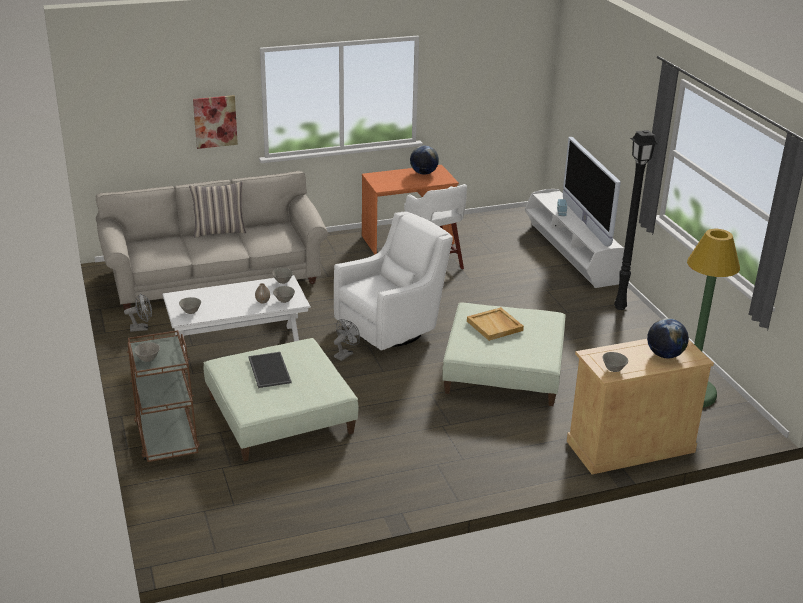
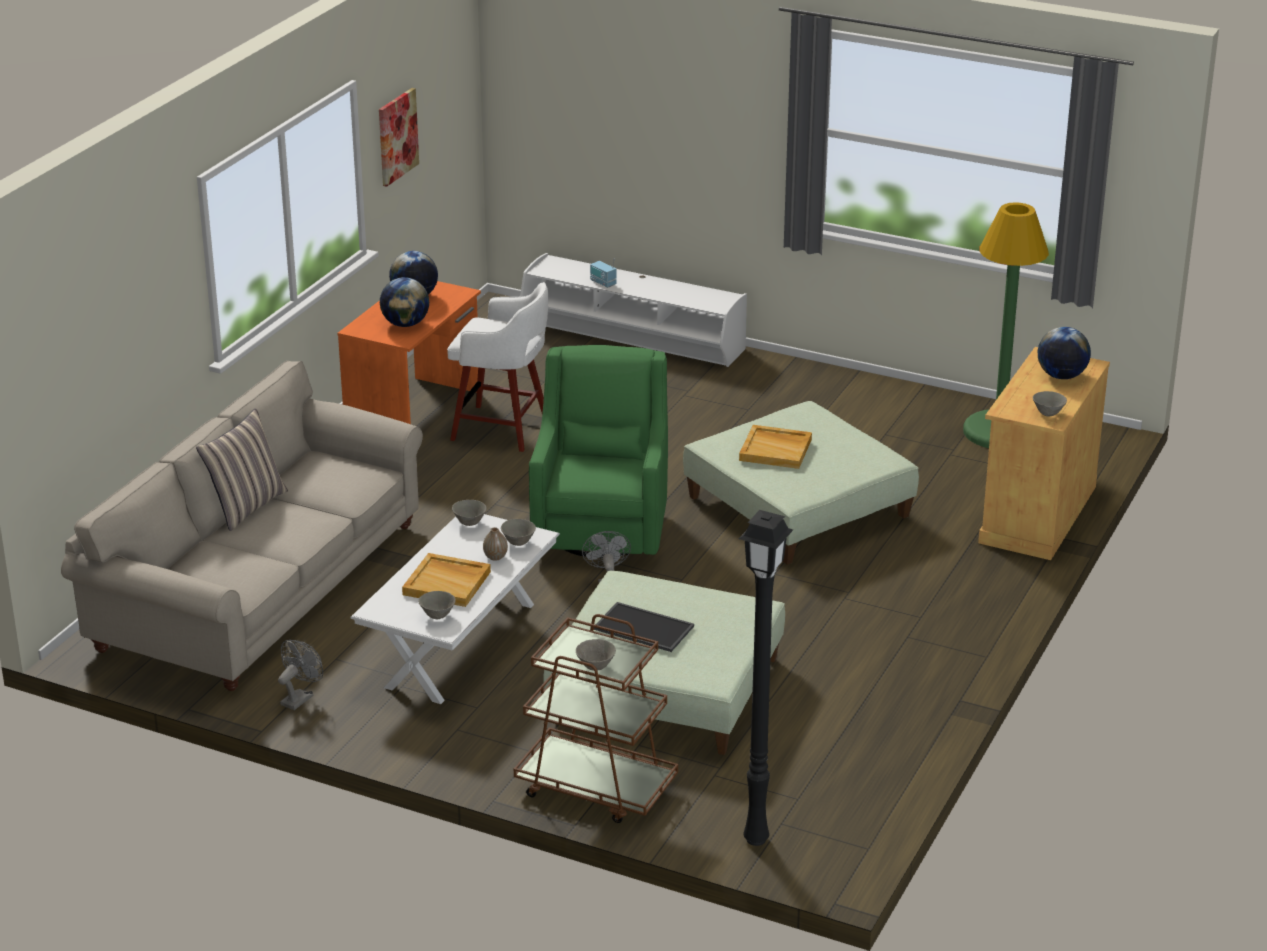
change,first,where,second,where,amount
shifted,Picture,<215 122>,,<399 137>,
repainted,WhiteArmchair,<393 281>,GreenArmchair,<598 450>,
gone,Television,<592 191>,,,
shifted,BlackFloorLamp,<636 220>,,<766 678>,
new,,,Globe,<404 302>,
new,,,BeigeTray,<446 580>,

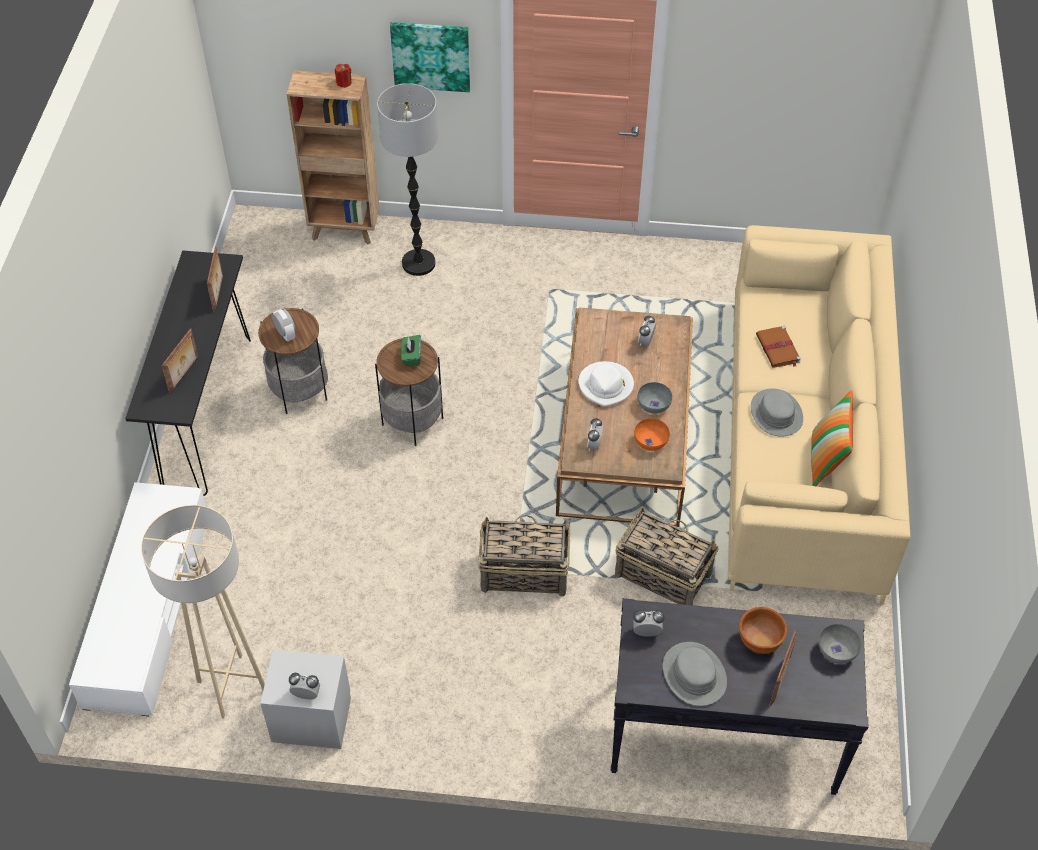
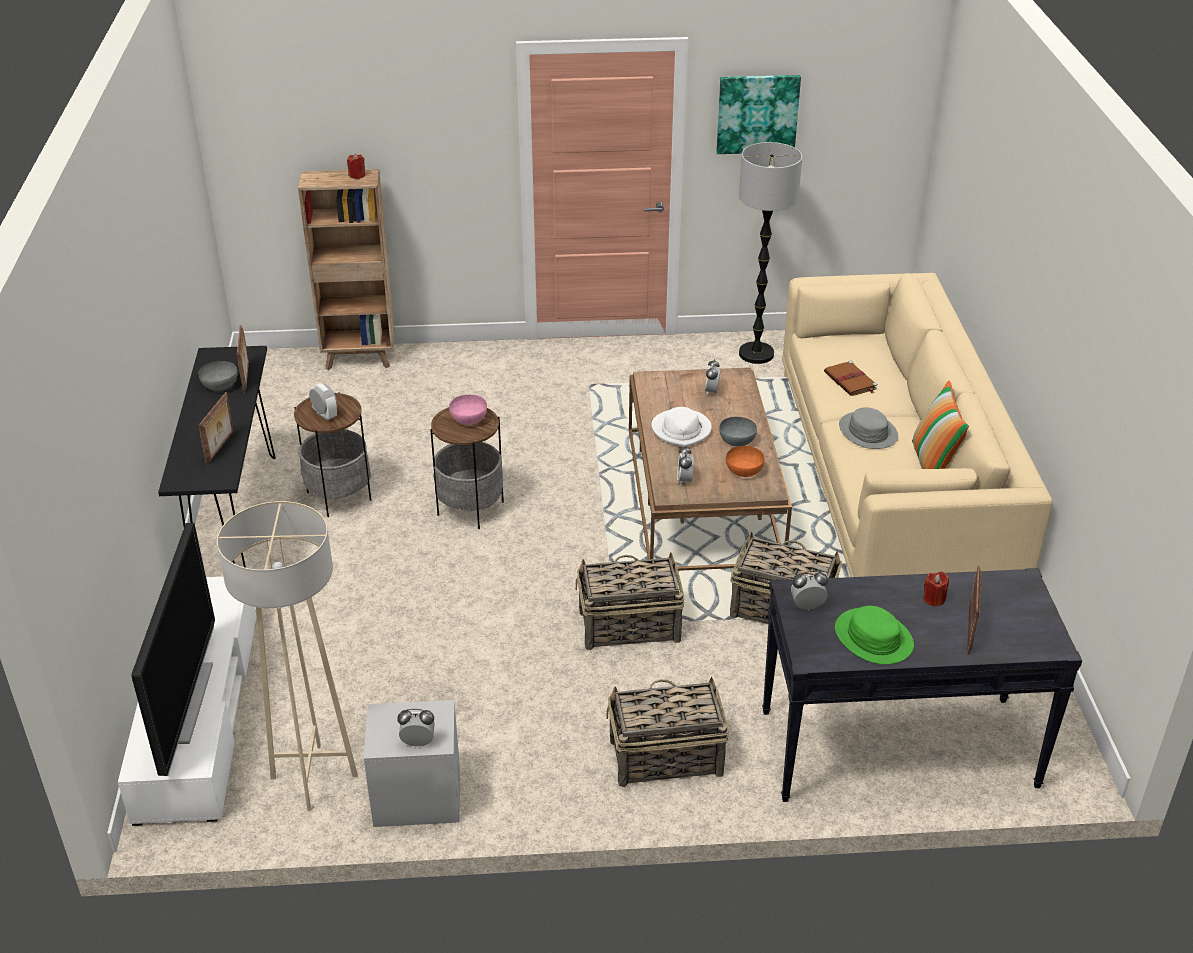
change,first,where,second,where,amount
shifted,FloorLamp,<407 179>,,<770 253>,
shifted,Picture,<430 57>,,<758 114>,
swapped,GreenTissueBox,<411 350>,PinkBowl,<468 410>,
repainted,GreyHat,<695 674>,GreenHat,<874 635>,
swapped,BrownBowl,<763 630>,RedCandle,<936 589>,
shifted,GreyBowl,<840 644>,,<218 376>,
new,,,Television,<173 649>,
new,,,Basket,<667 732>,

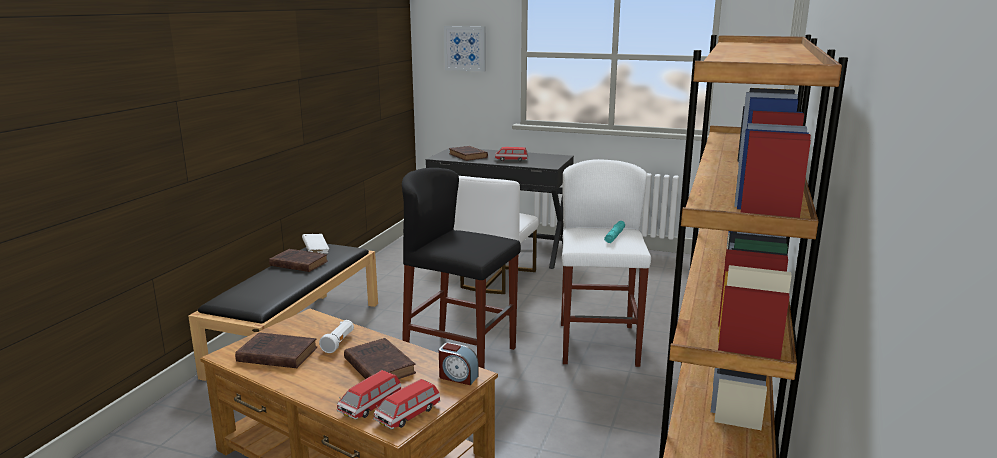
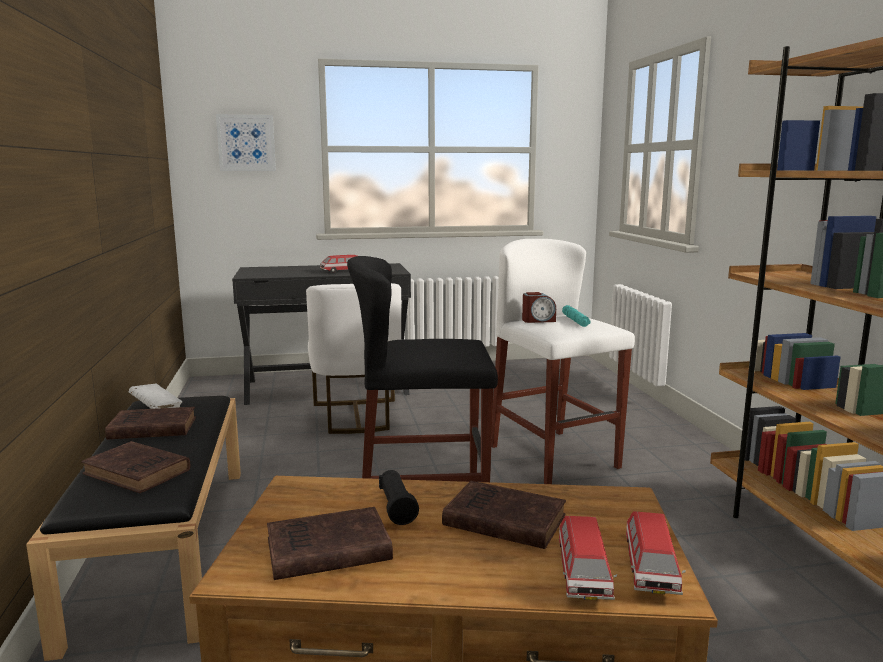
change,first,where,second,where,amount
repainted,WhiteFlashlight,<336 336>,BlackFlashlight,<399 497>,
shifted,AlarmClock,<459 364>,,<539 307>,
shifted,BrownBook,<468 153>,,<136 467>,

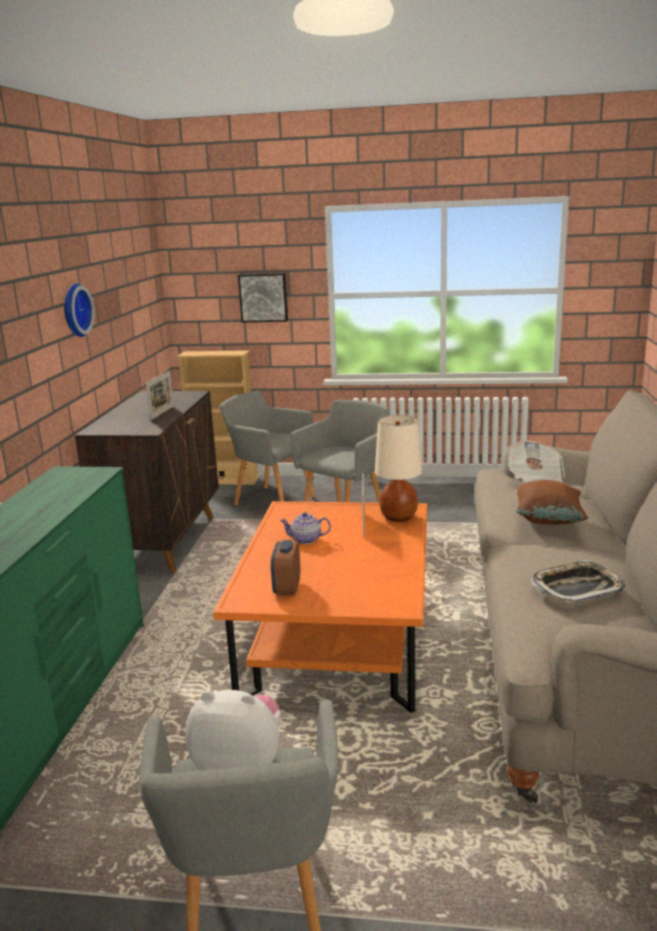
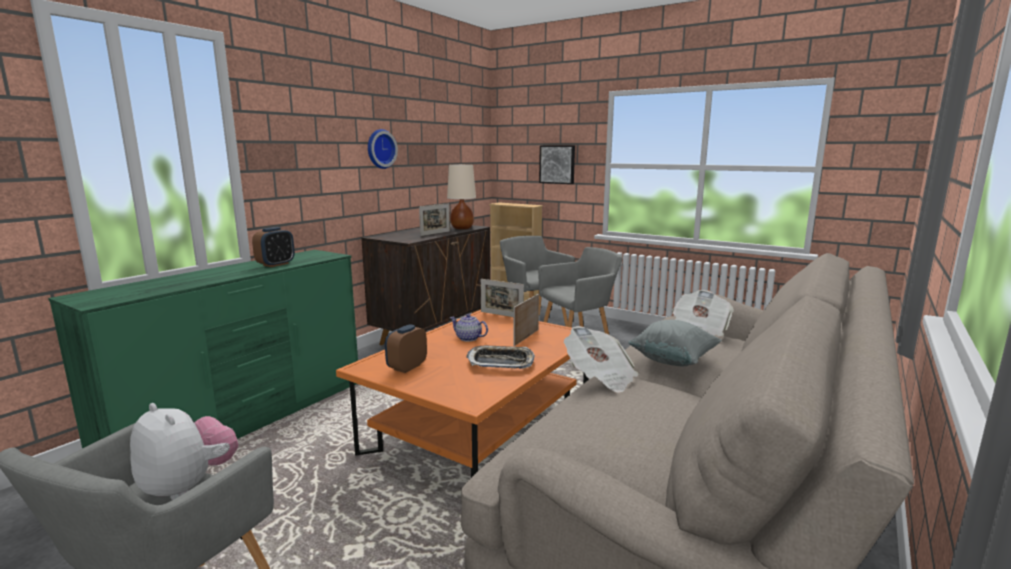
change,first,where,second,where,amount
shifted,BeigeTableLamp,<398 468>,,<461 196>,
repainted,BrownPillow,<552 502>,GreyPillow,<675 343>,
shifted,Tray,<578 581>,,<500 357>,
new,,,AlarmClock,<273 247>,
new,,,PictureFrame,<502 298>,
new,,,Newspaper,<601 359>,

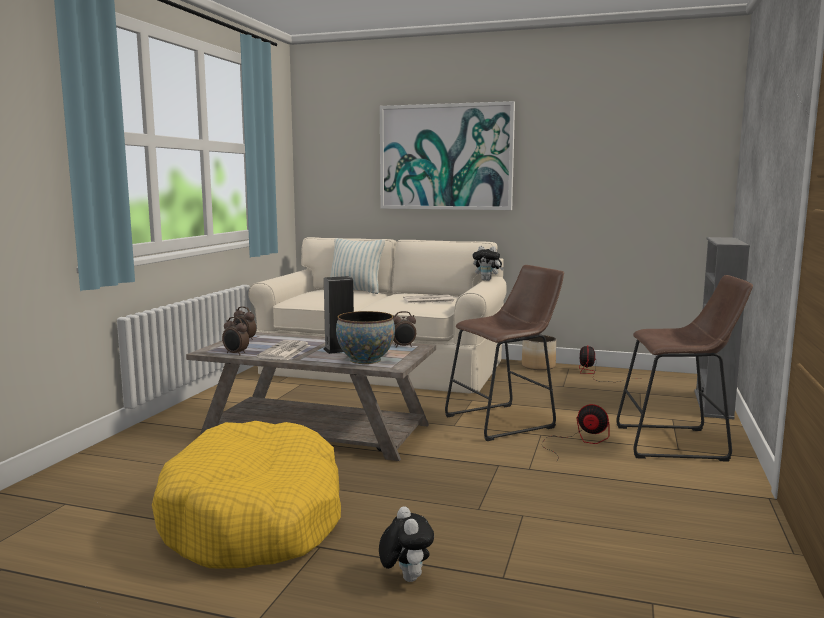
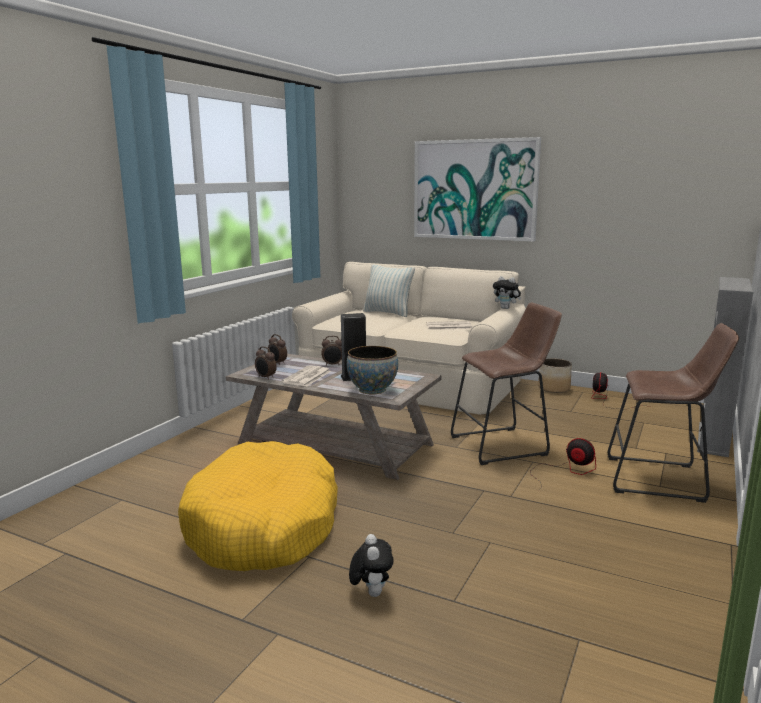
change,first,where,second,where,amount
shifted,AlarmClock,<404 329>,,<331 351>,

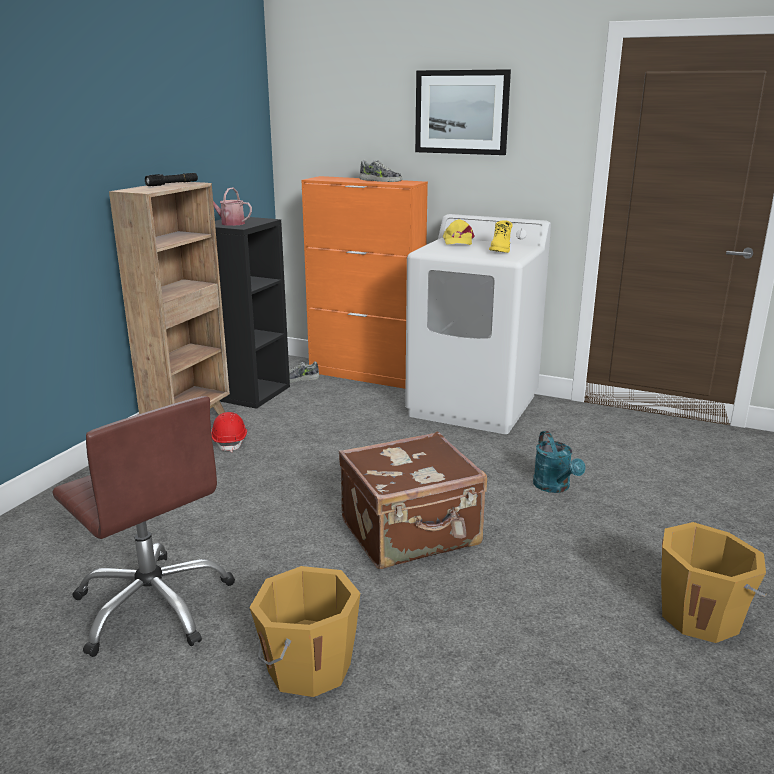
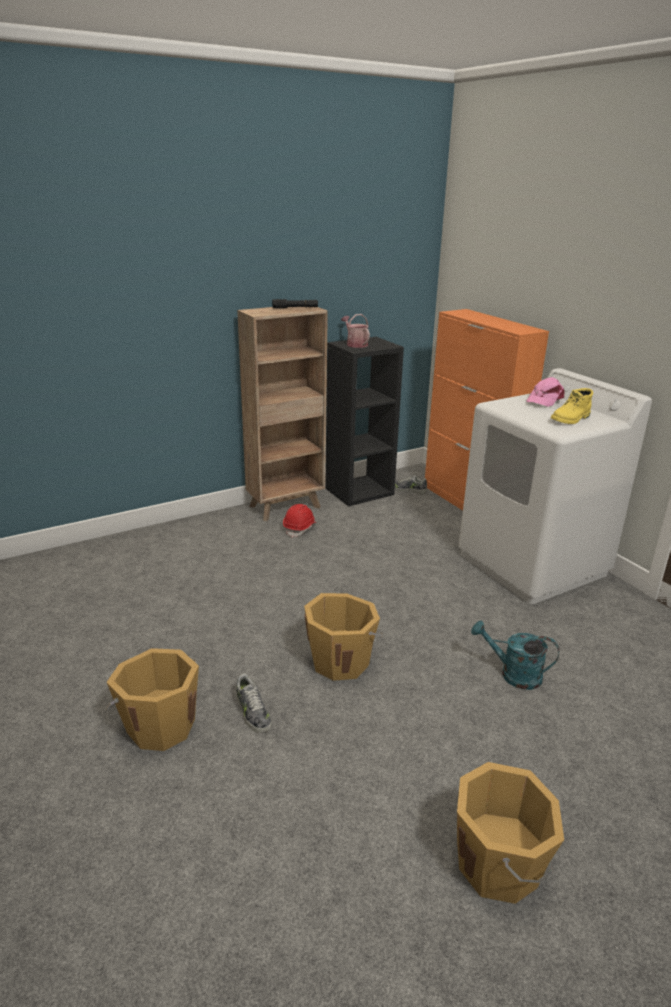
change,first,where,second,where,amount
gone,BrownOfficeChair,<143 526>,,,
swapped,BrownSuitcase,<413 500>,OrangeBucket,<343 637>,
shifted,Shoe,<380 171>,,<254 703>,
gone,Picture,<463 112>,,,
repainted,YellowCap,<459 232>,PinkCap,<545 392>,
rotated,TurquoiseWateringCan,<559 462>,,<515 655>,90 degrees clockwise

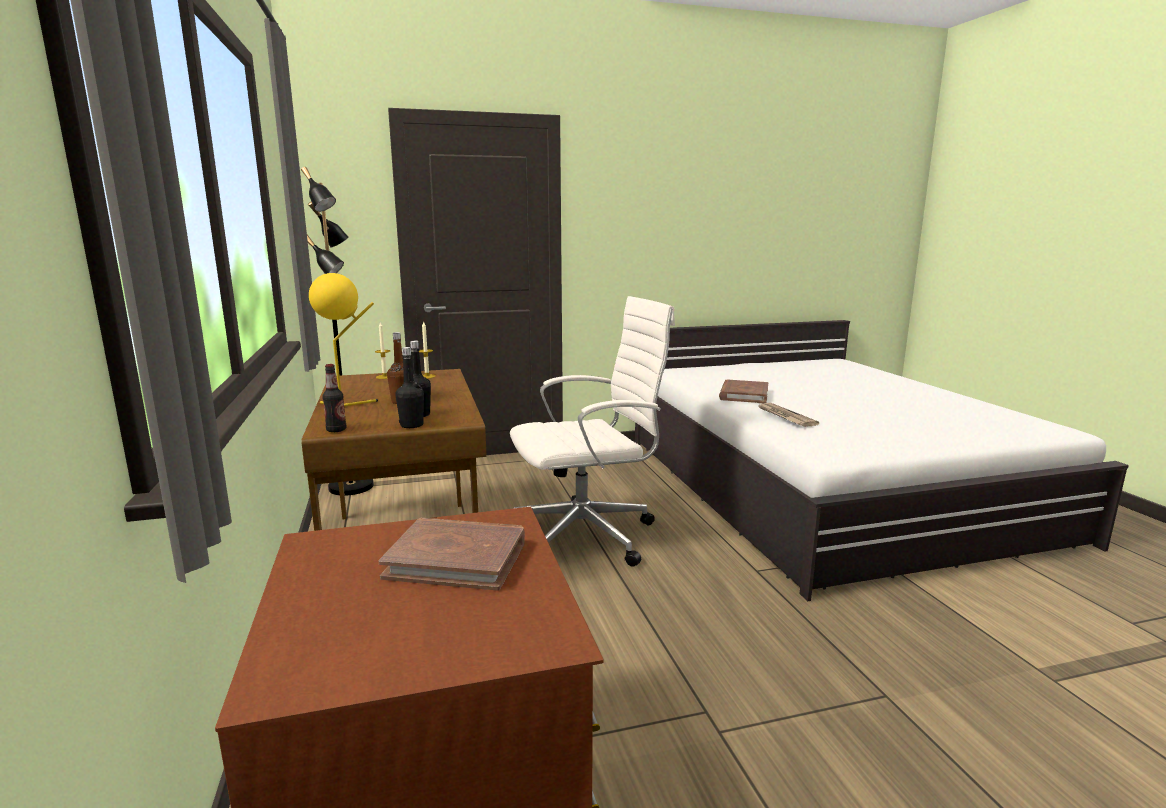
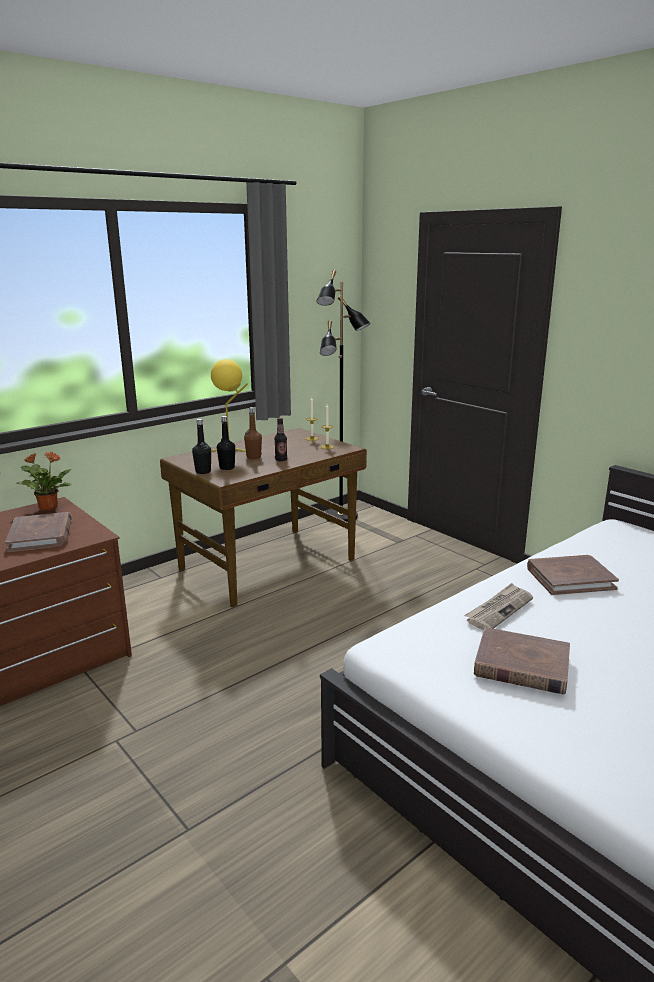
change,first,where,second,where,amount
shifted,Bottle,<334 398>,,<280 439>,
gone,WhiteOfficeChair,<592 431>,,,
new,,,PottedPlant,<43 481>,
new,,,BrownBook,<522 661>,

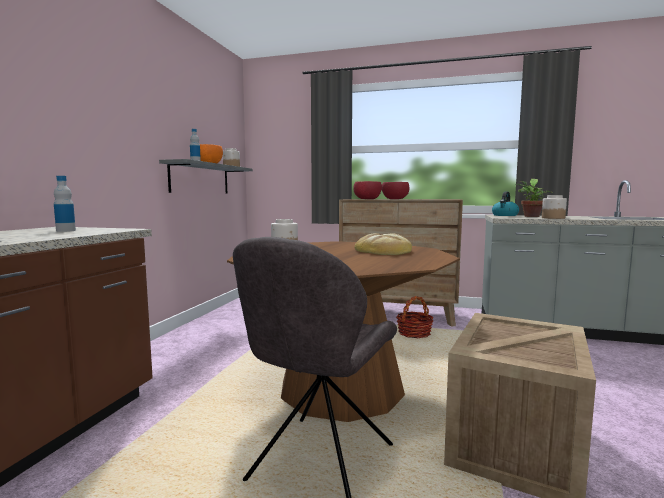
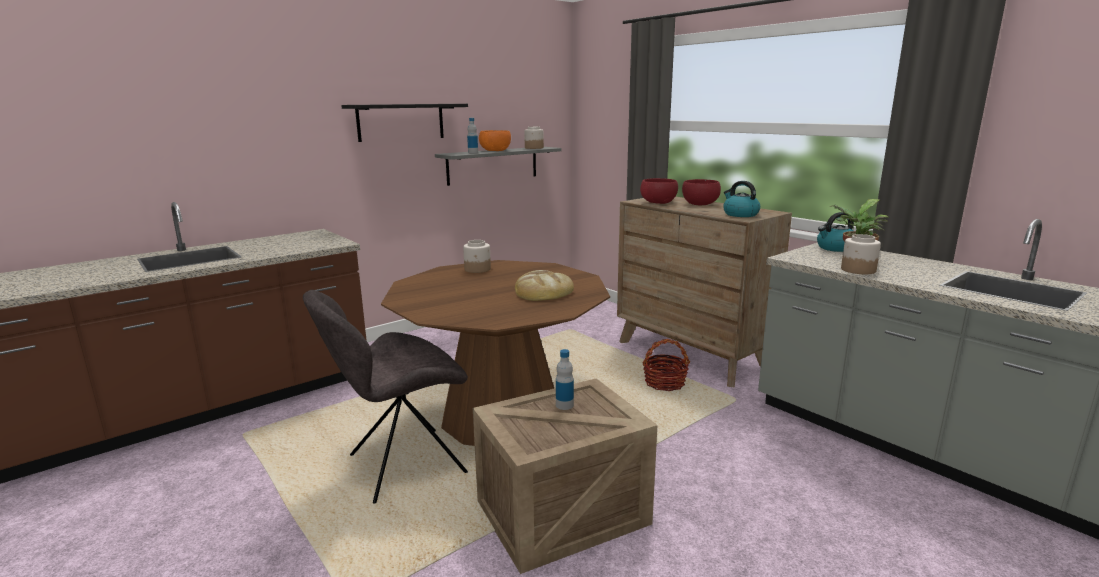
change,first,where,second,where,amount
shifted,Bottle,<65 204>,,<565 379>,
new,,,BlackShelf,<404 123>,
new,,,Kettle,<741 199>,

